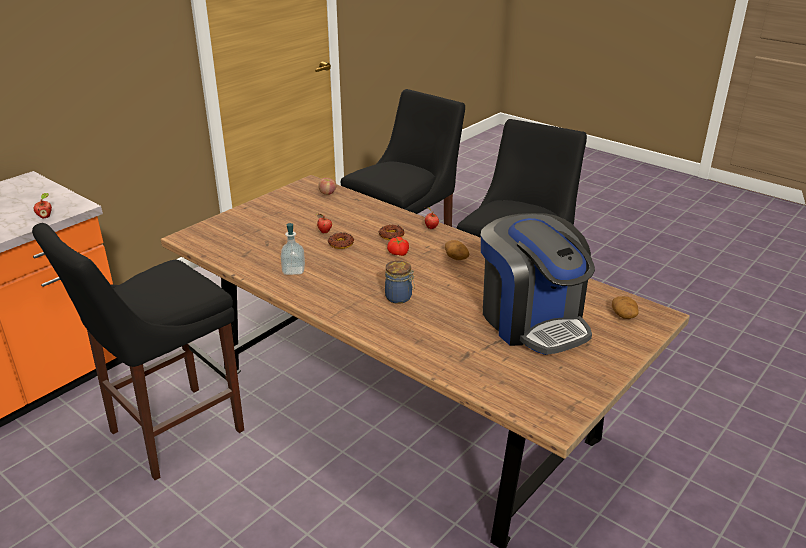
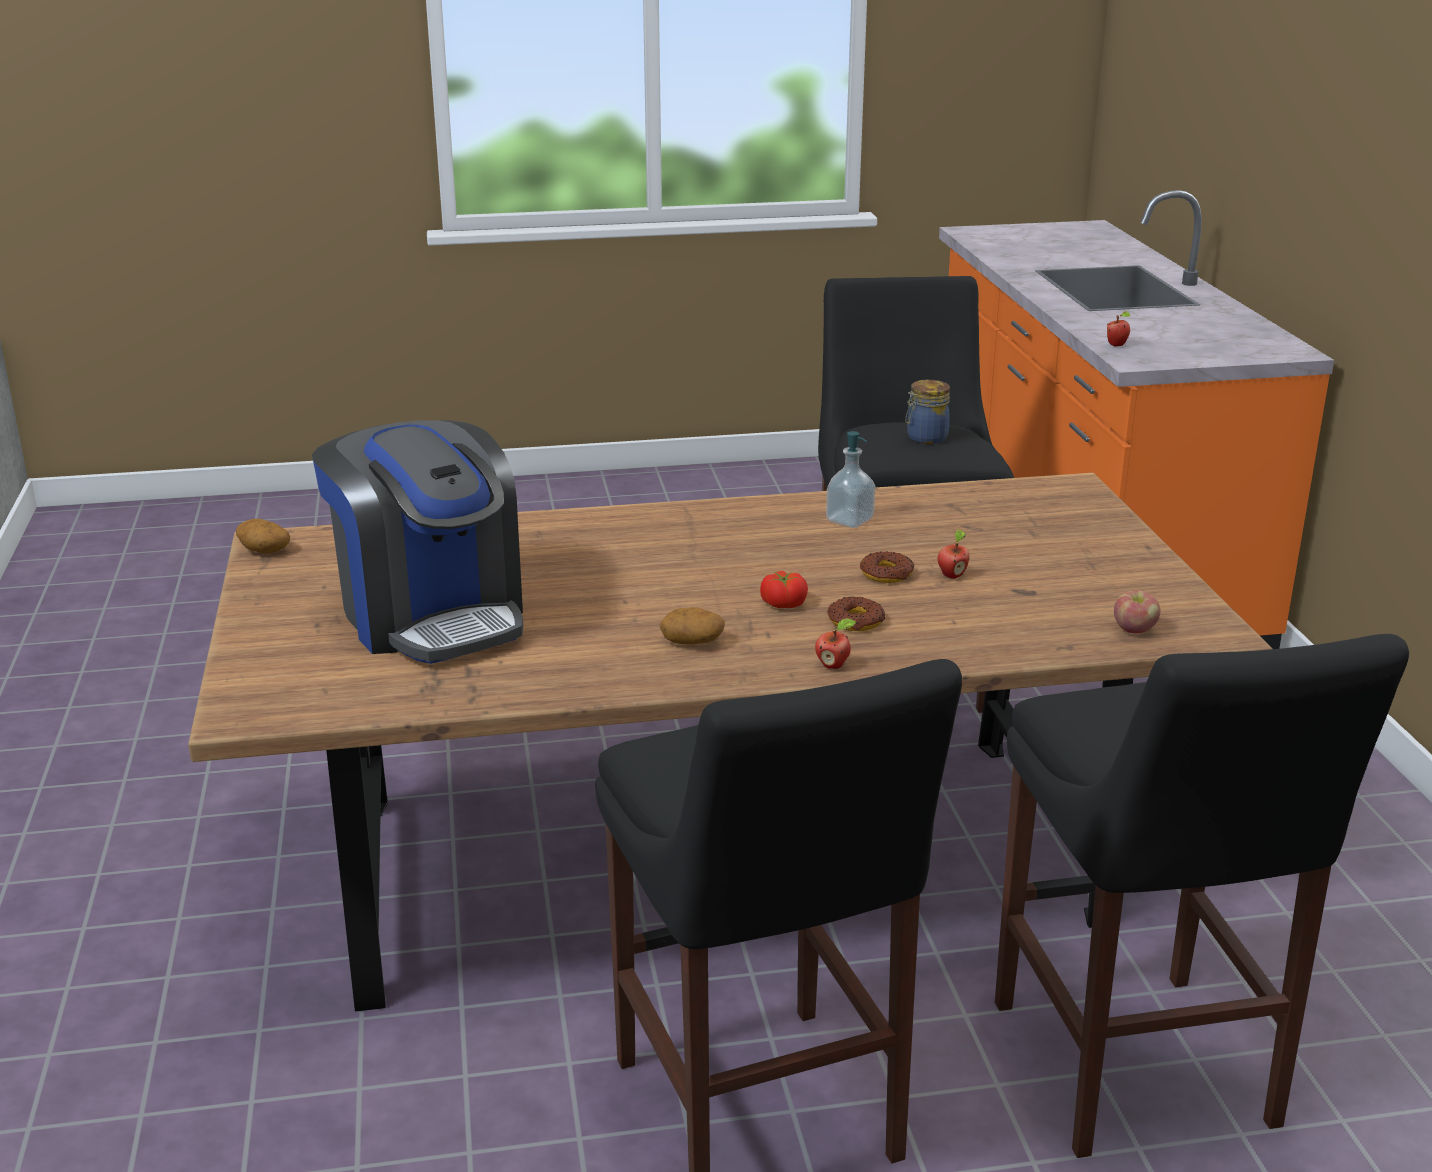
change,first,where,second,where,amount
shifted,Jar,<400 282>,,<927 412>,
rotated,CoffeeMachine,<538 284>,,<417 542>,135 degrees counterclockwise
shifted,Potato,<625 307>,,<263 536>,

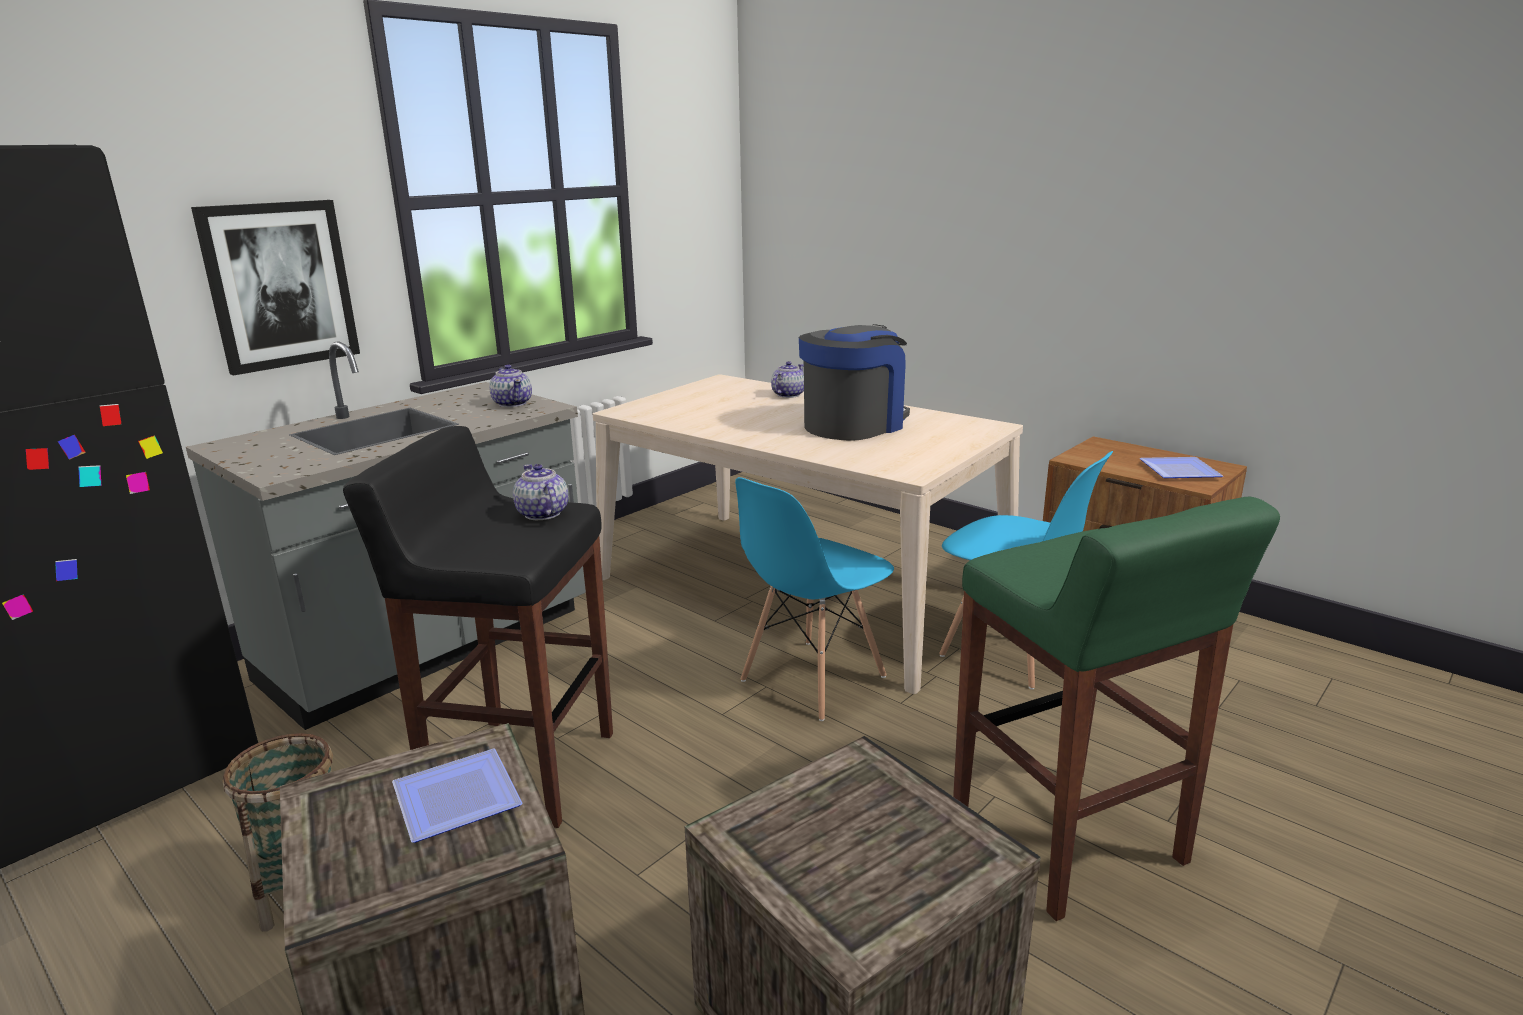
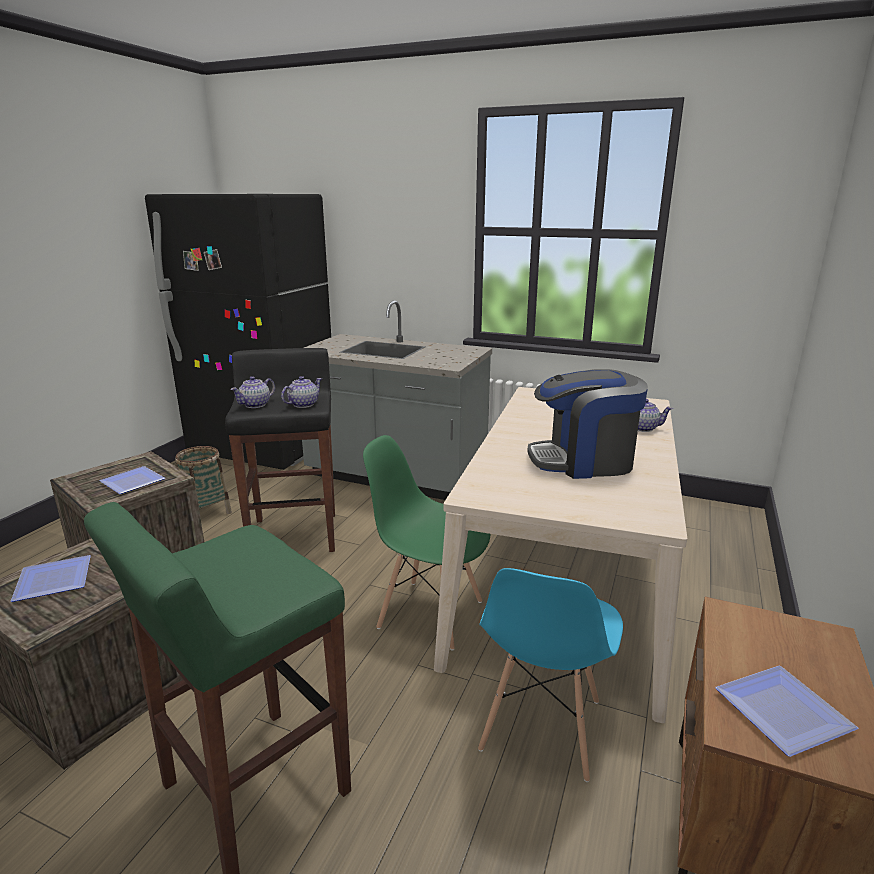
change,first,where,second,where,amount
gone,Picture,<275 288>,,,
shifted,Teapot,<510 385>,,<252 392>,
repainted,BlueChair,<814 599>,GreenChair,<427 543>,
rotated,CoffeeMachine,<854 382>,,<587 424>,150 degrees clockwise
new,,,Plate,<51 578>,

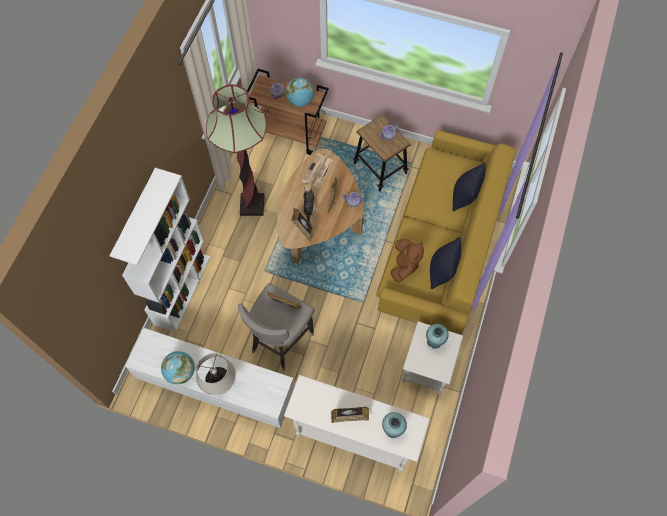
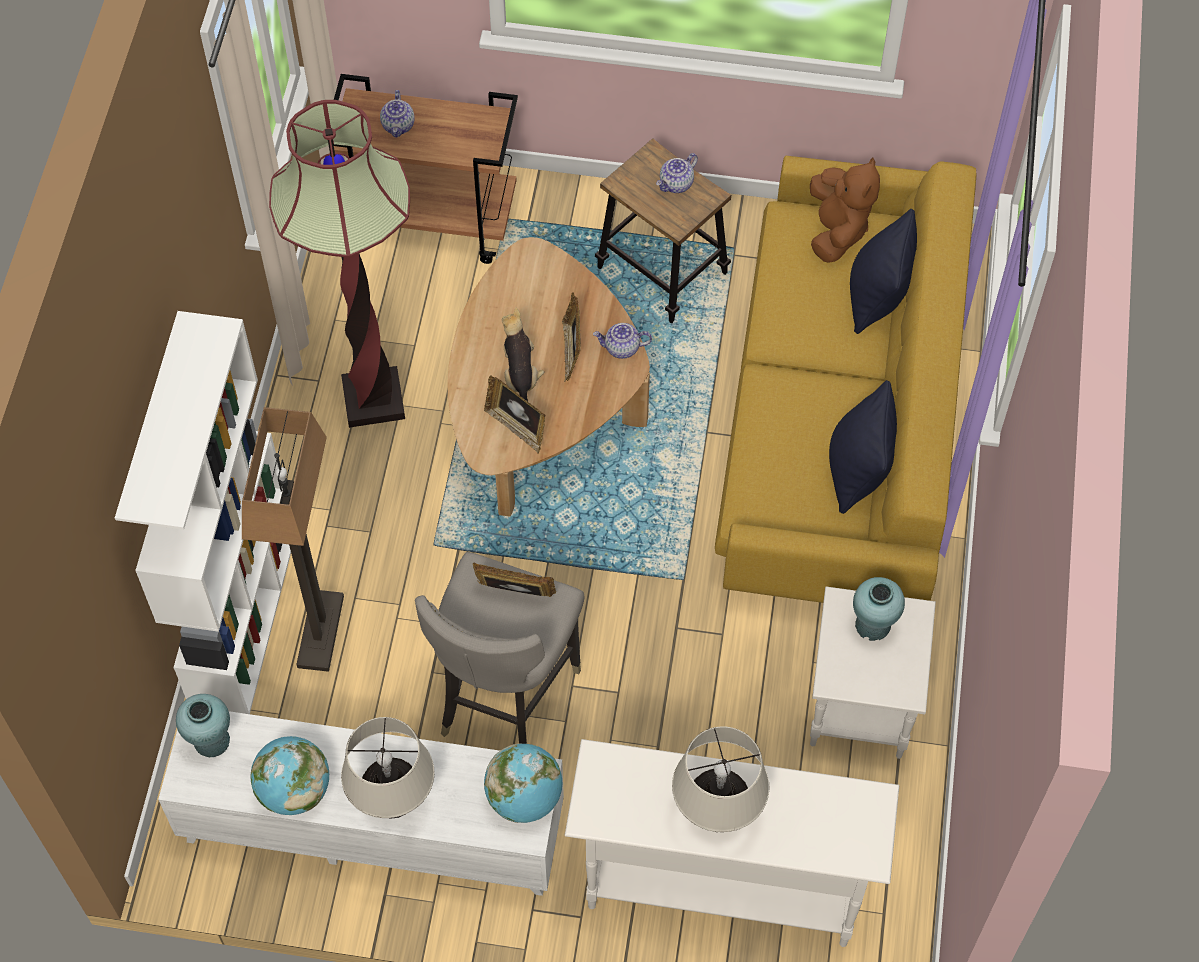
change,first,where,second,where,amount
shifted,Globe,<299 92>,,<523 783>,
gone,Newspaper,<317 171>,,,
swapped,PictureFrame,<350 415>,BeigeTableLamp,<720 779>,
shifted,TurquoiseVase,<394 425>,,<203 725>,
shifted,BrownPlushToy,<407 261>,,<845 209>,
new,,,FloorLamp,<293 539>,

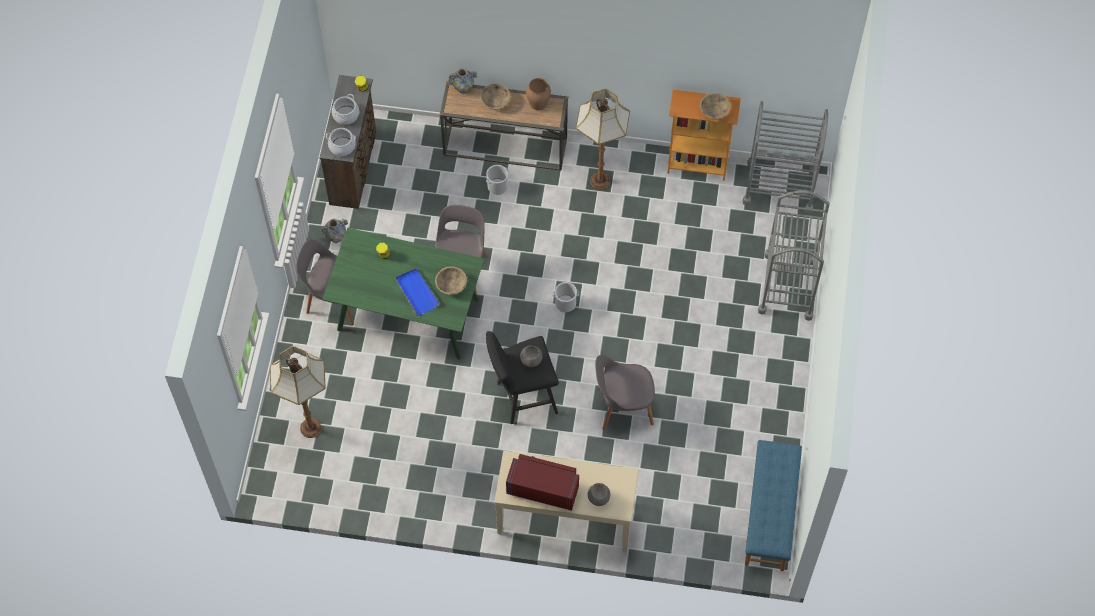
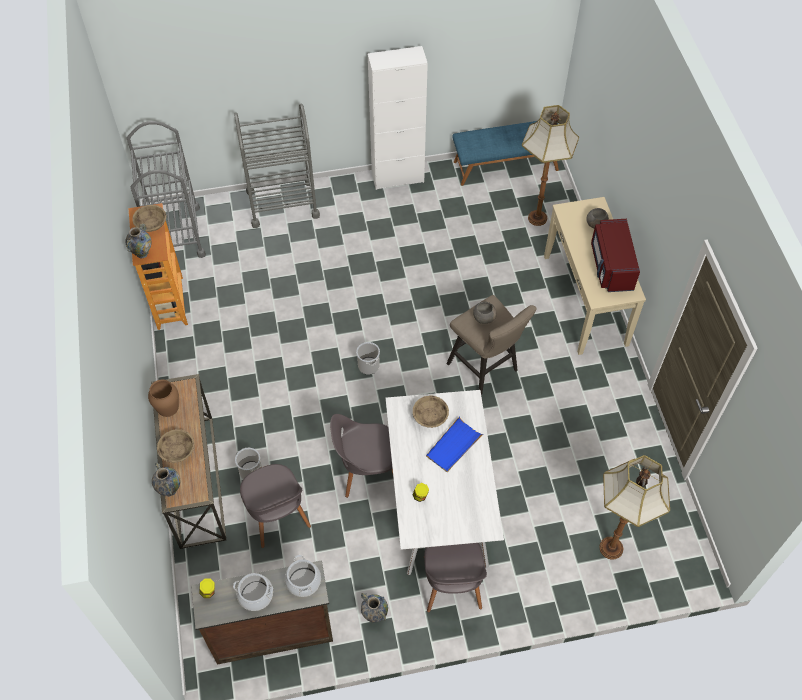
change,first,where,second,where,amount
repainted,GreenDiningTable,<403 293>,WhiteDiningTable,<445 482>,
repainted,BlackStool,<522 377>,BeigeStool,<491 345>,
shifted,FloorLamp,<603 139>,,<550 165>,
shifted,GreyChair,<625 392>,,<275 506>,
new,,,Vase,<138 240>,
new,,,WhiteCabinet,<398 118>,

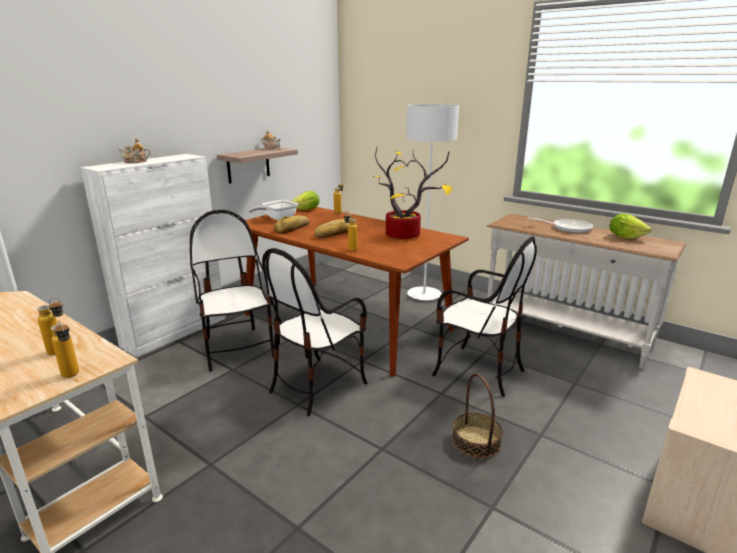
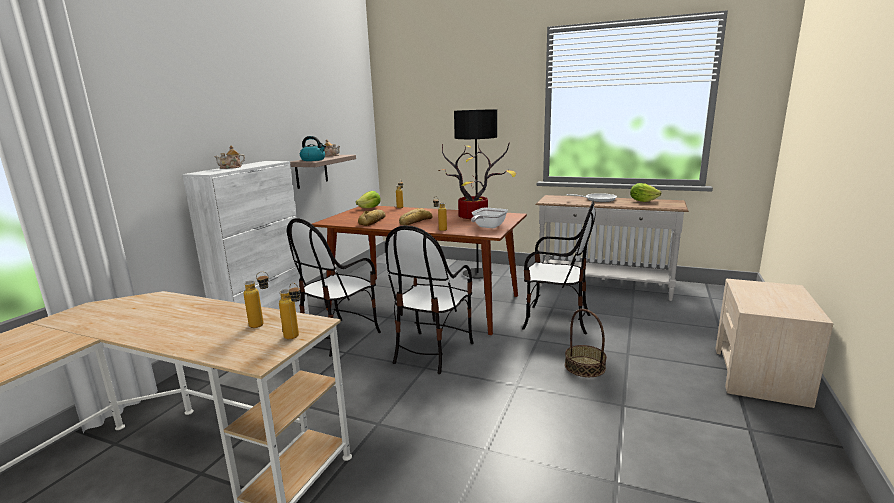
change,first,where,second,where,amount
rotated,Chair,<232 291>,,<334 287>,105 degrees counterclockwise
shifted,FryingPan,<273 210>,,<489 218>,
repainted,WhiteFloorLamp,<432 202>,BlackFloorLamp,<475 194>,
new,,,Kettle,<313 148>,

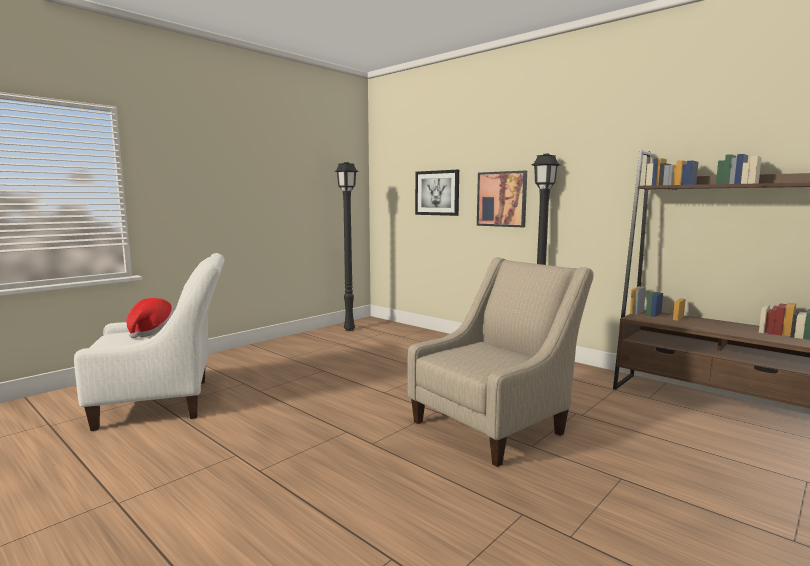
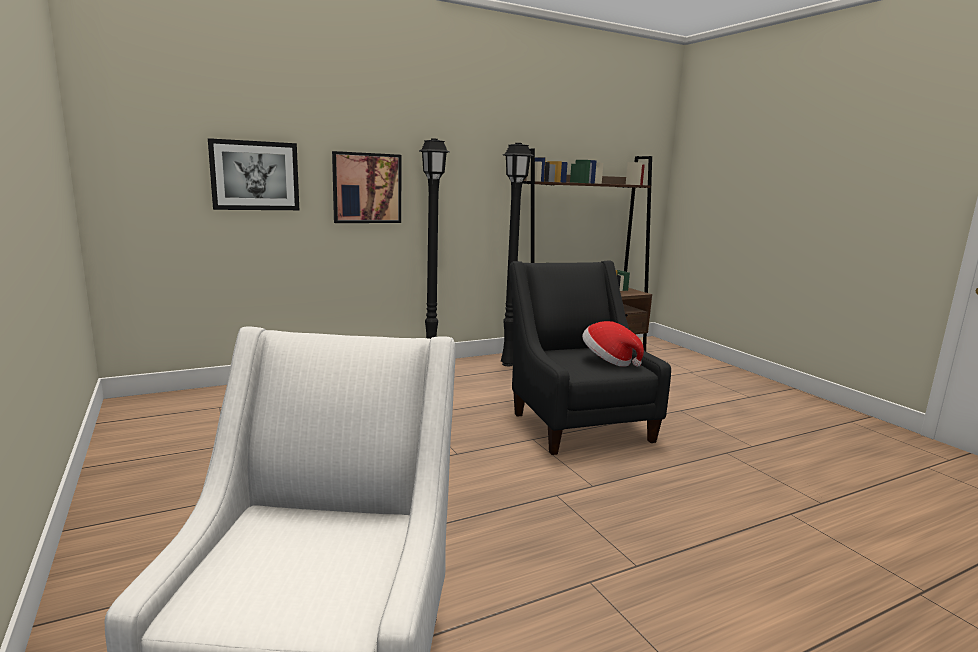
change,first,where,second,where,amount
shifted,Hat,<150 318>,,<613 344>,
shifted,BlackFloorLamp,<347 246>,,<517 254>,
repainted,BeigeArmchair,<501 362>,BlackArmchair,<590 357>,

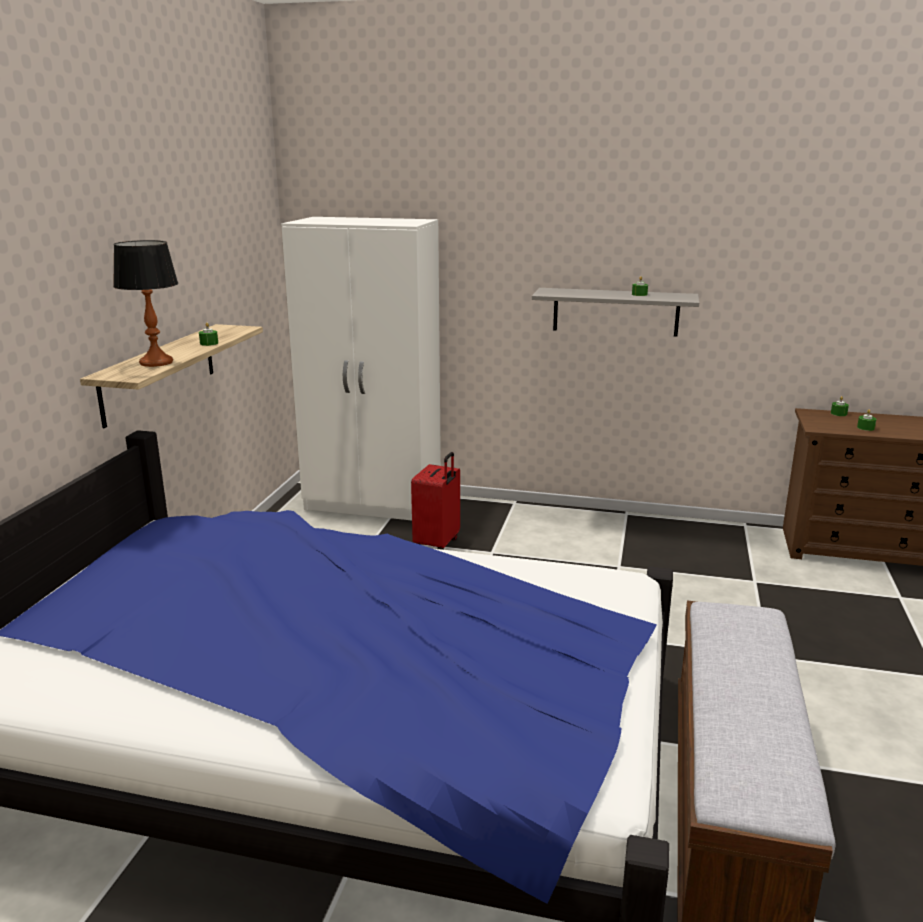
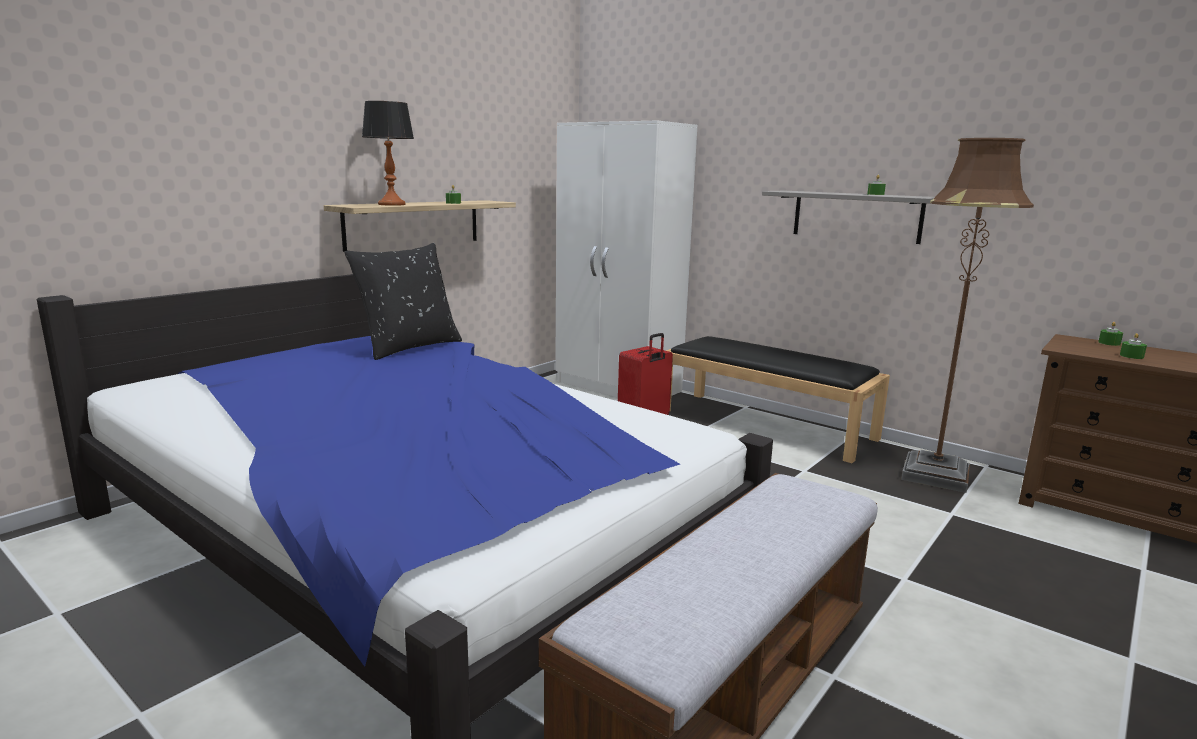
change,first,where,second,where,amount
new,,,BlackPillow,<403 301>,
new,,,BlackBench,<778 399>,
new,,,BrownFloorLamp,<967 315>,

